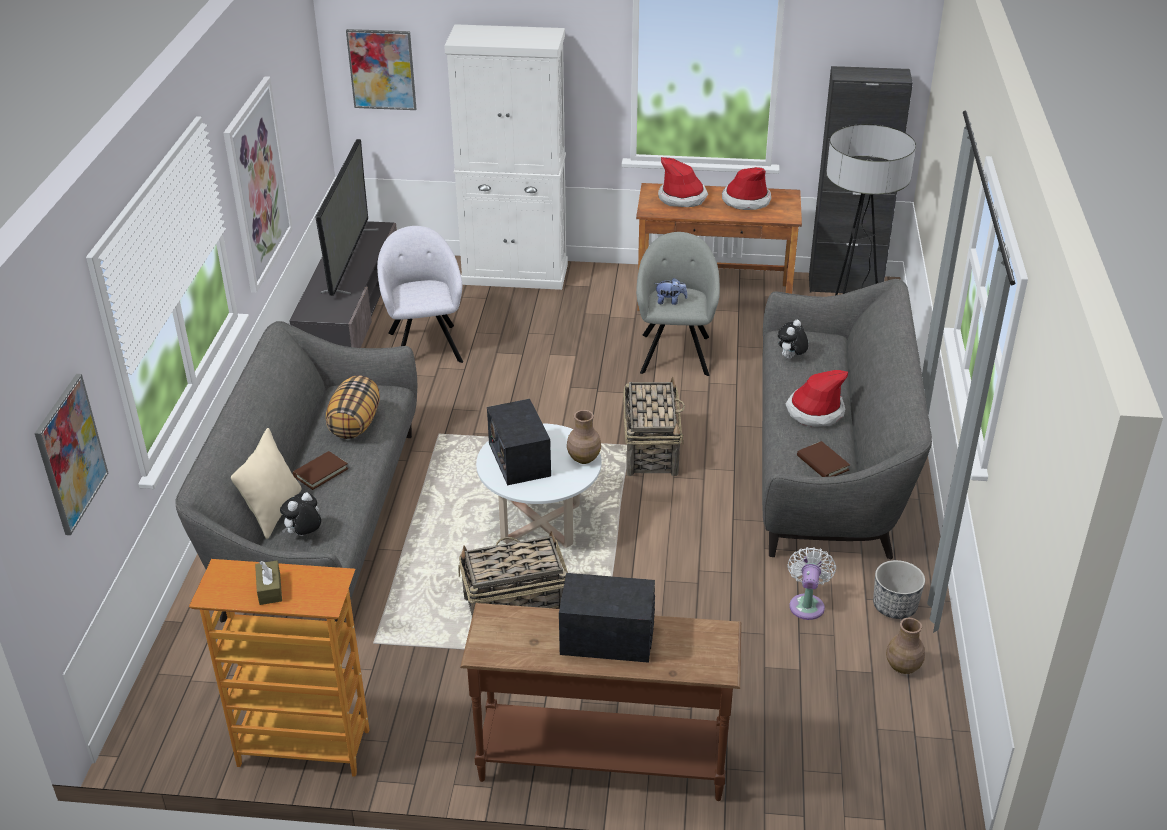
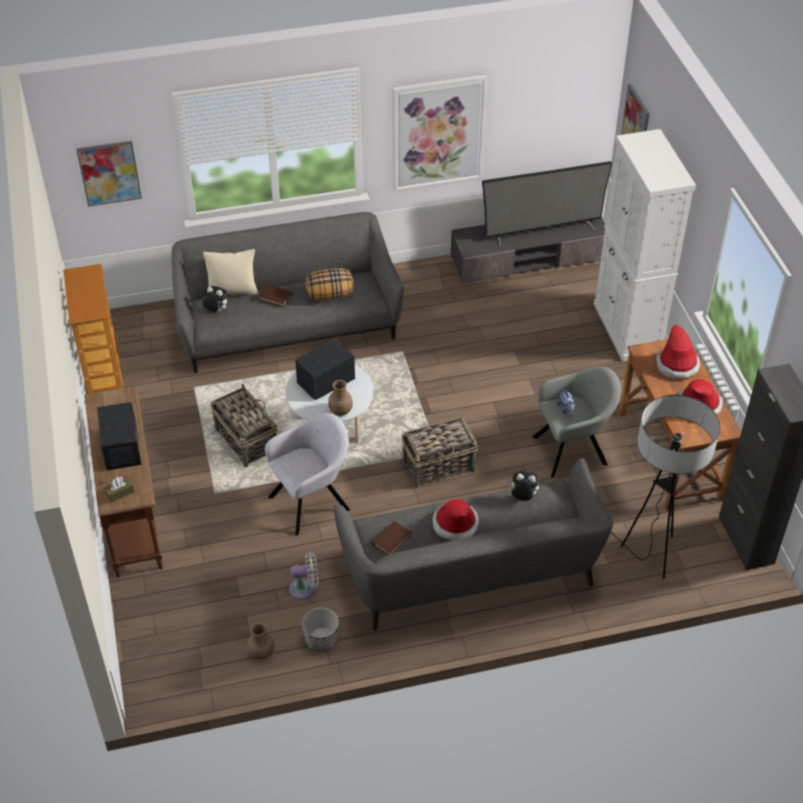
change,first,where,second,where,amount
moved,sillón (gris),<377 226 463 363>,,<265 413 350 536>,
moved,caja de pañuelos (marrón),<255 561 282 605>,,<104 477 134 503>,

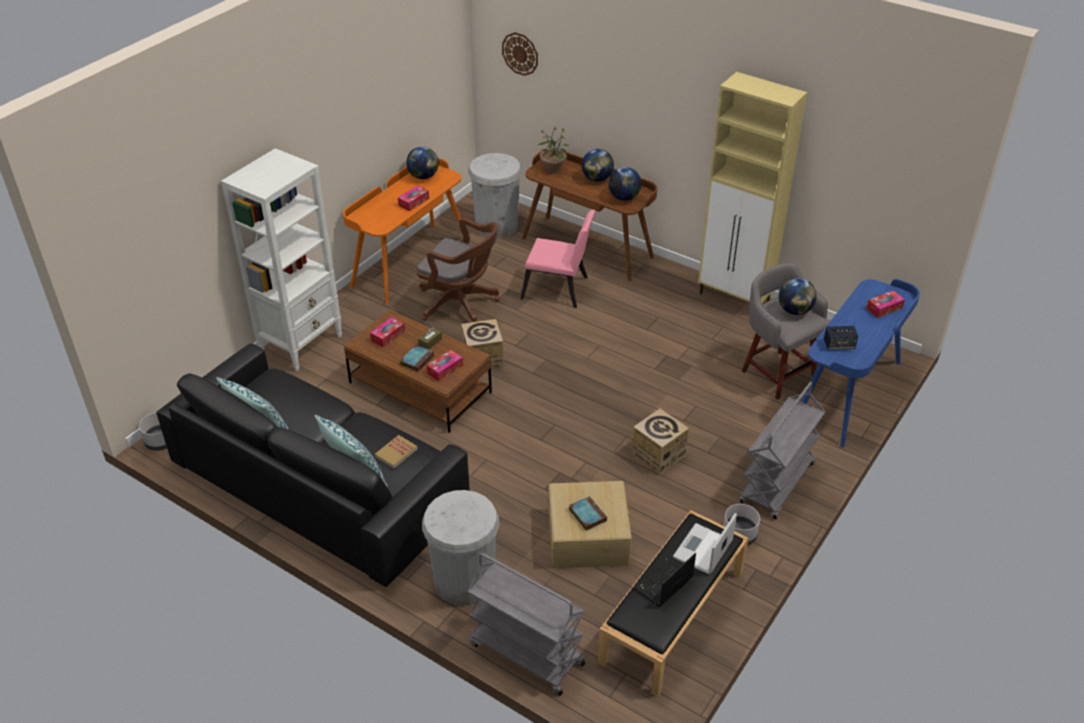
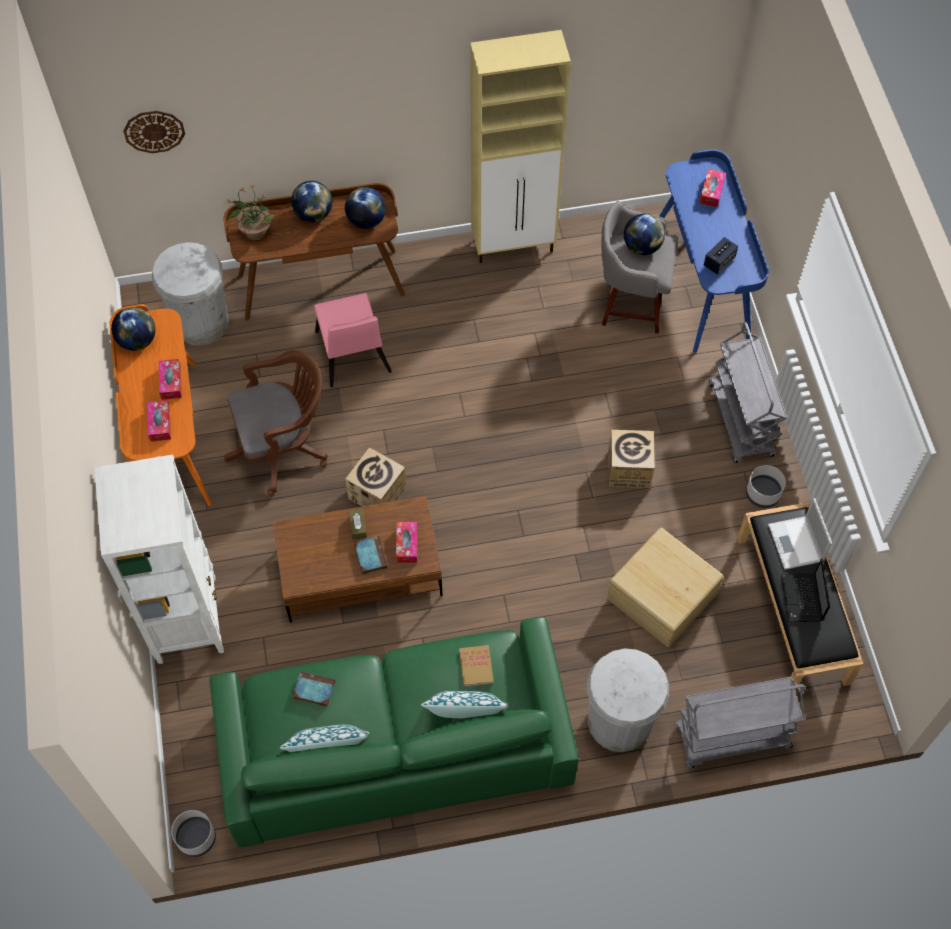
change,first,where,second,where,amount
turned,silla (rosa),<520 210 595 308>,,<314 293 392 387>,105 degrees clockwise
moved,caja de pañuelos,<370 317 405 348>,,<147 400 171 442>,
recoloured,sofá (negro),<156 343 470 587>,sofá (verde),<210 617 579 848>,
moved,libro,<569 496 607 531>,,<292 671 335 707>,

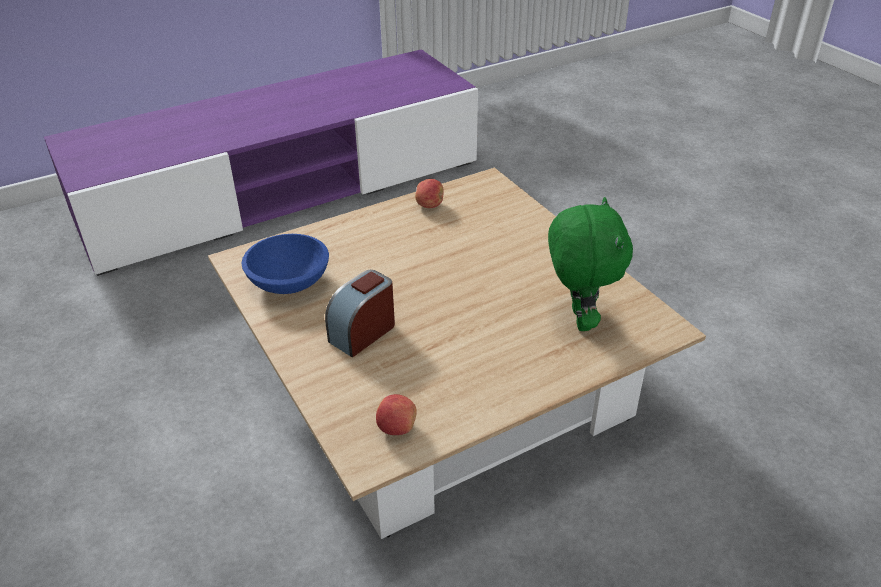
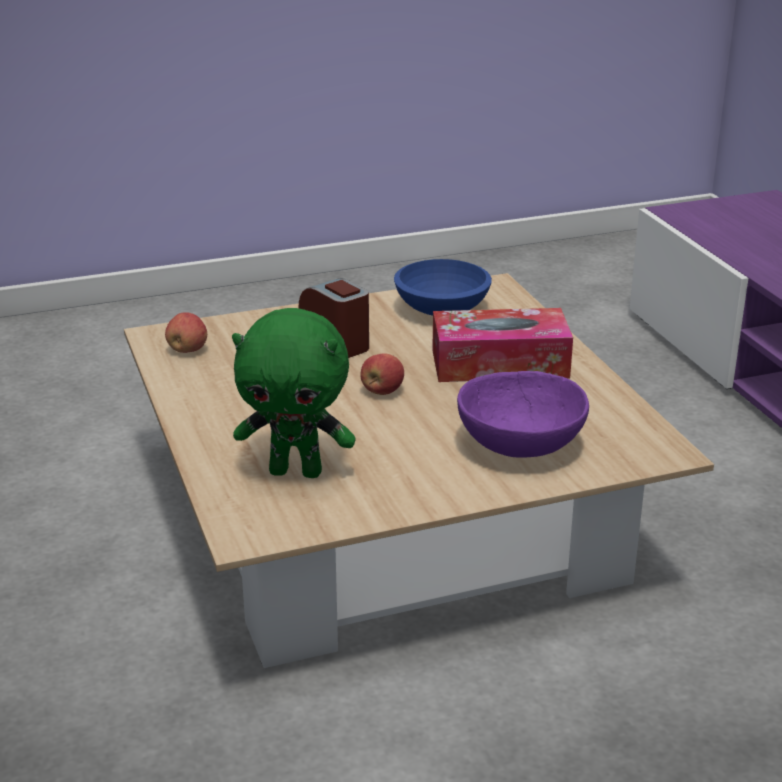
change,first,where,second,where,amount
moved,manzana,<415 179 444 208>,,<360 353 404 395>,
added,,,caja de pañuelos,<432 308 573 382>,
added,,,cuenco (morado),<457 371 589 458>,

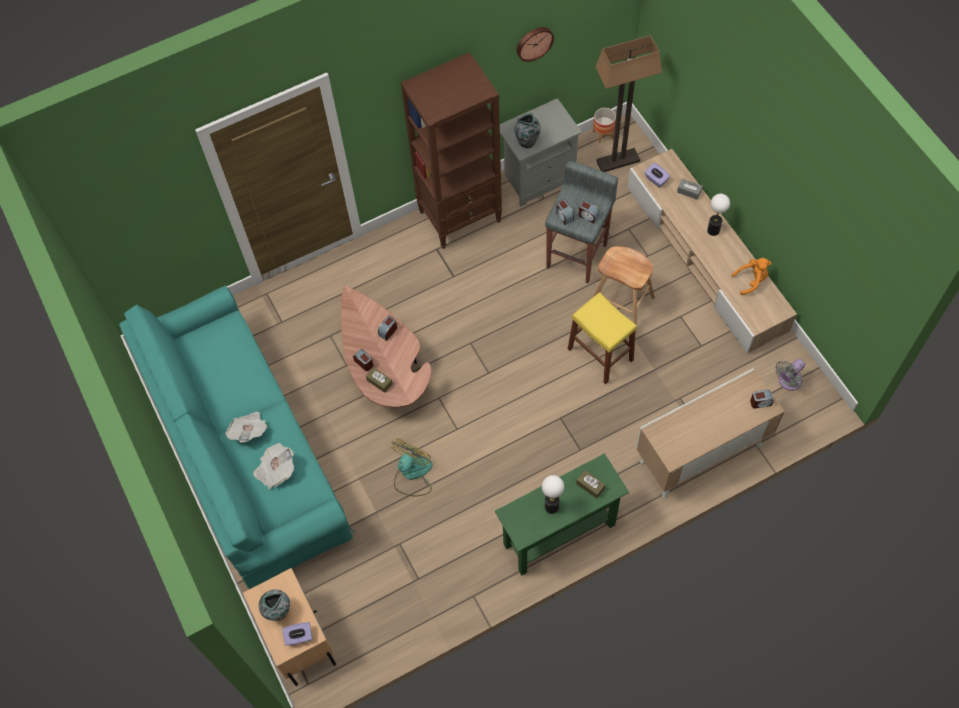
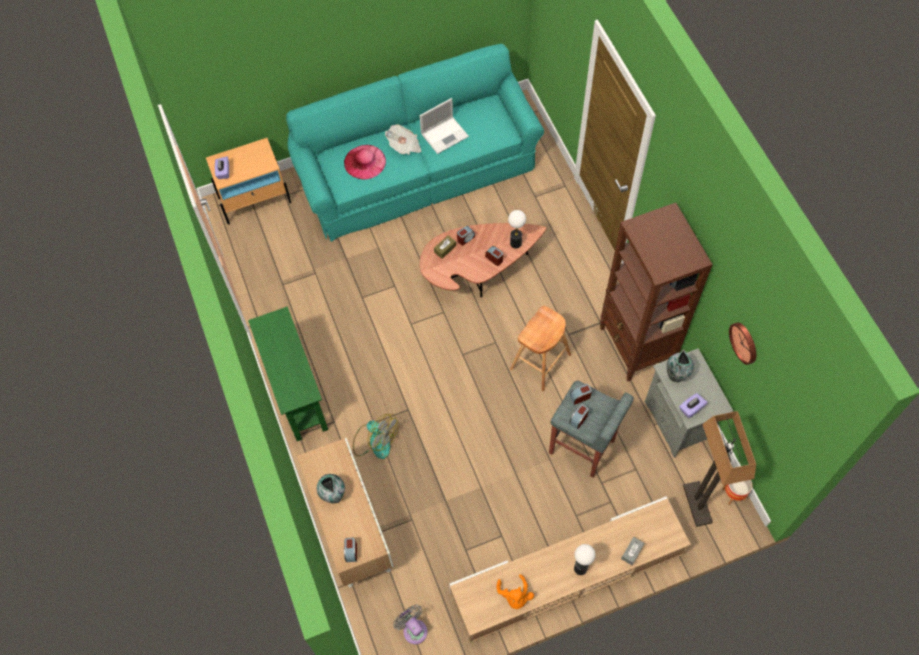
change,first,where,second,where,amount
moved,caja de pañuelos (morado),<644 163 670 188>,,<679 393 707 418>,
moved,taburete (marrón),<594 246 655 330>,,<510 306 571 391>,
removed,taburete (amarillo),<568 292 637 384>,,,
moved,ventilador,<392 438 433 497>,,<353 414 399 459>,
replaced,periódico,<253 443 294 490>,sombrero (rosa),<344 145 386 180>,
removed,caja de pañuelos (marrón),<576 470 605 499>,,,
moved,lámpara de mesa,<542 475 564 514>,,<508 210 526 249>,
moved,florero,<259 589 290 621>,,<317 474 345 504>,
added,,,portátil,<420 98 469 154>,

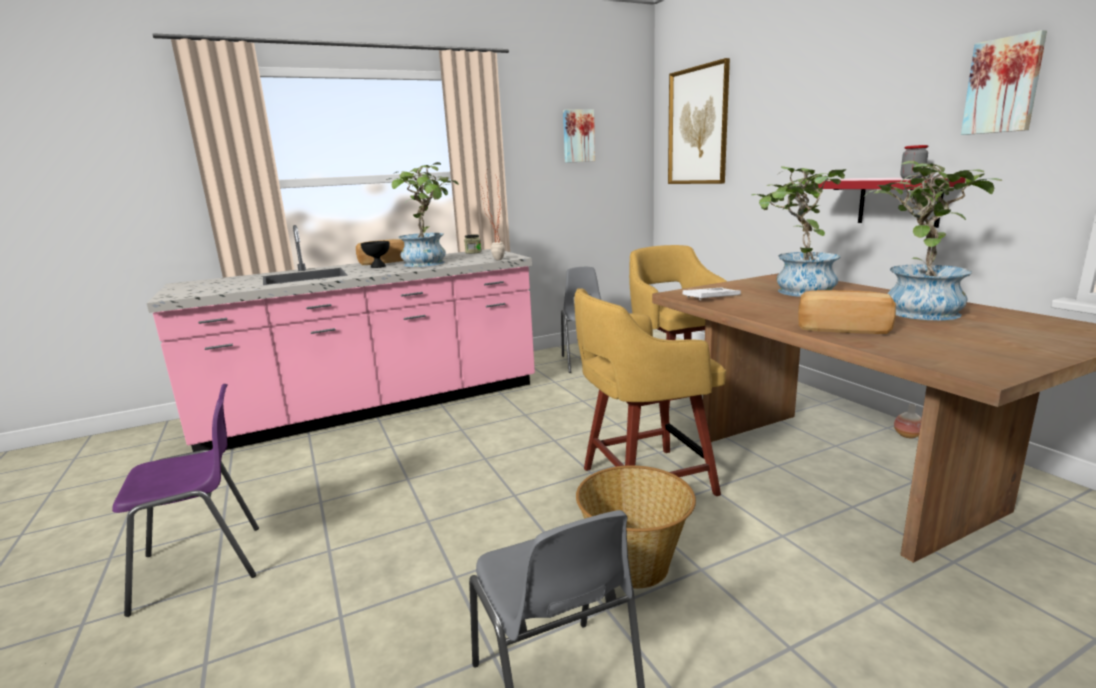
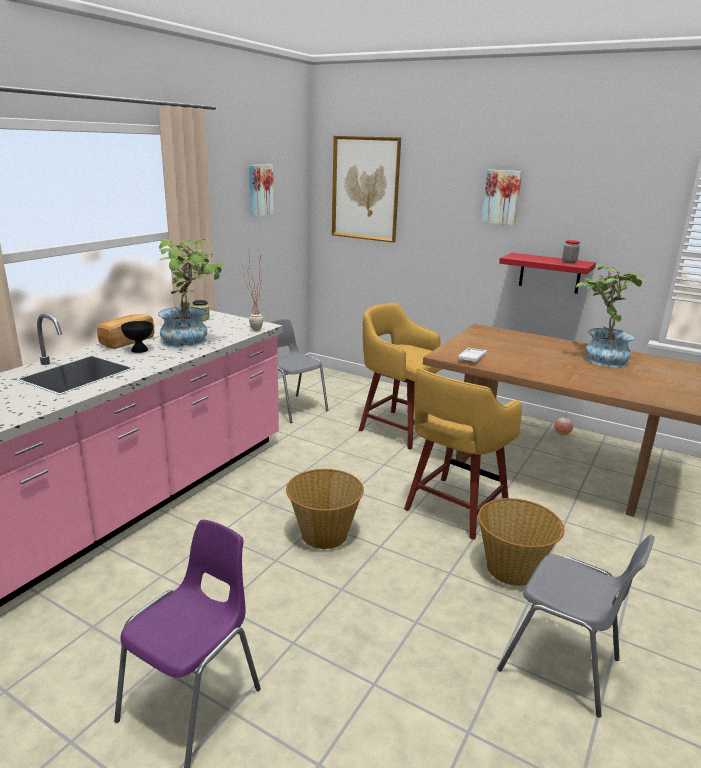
change,first,where,second,where,amount
moved,cuadro,<961 30 1047 135>,,<482 170 522 225>,
removed,planta en maceta,<751 166 846 297>,,,
removed,pan,<798 290 896 334>,,,
added,,,cesta,<286 469 364 549>,

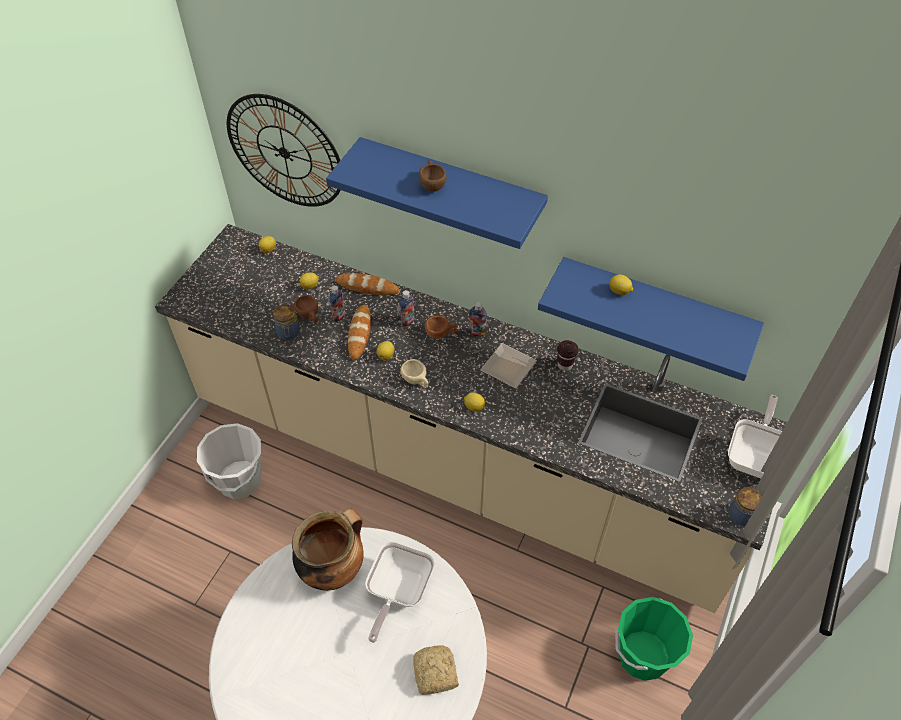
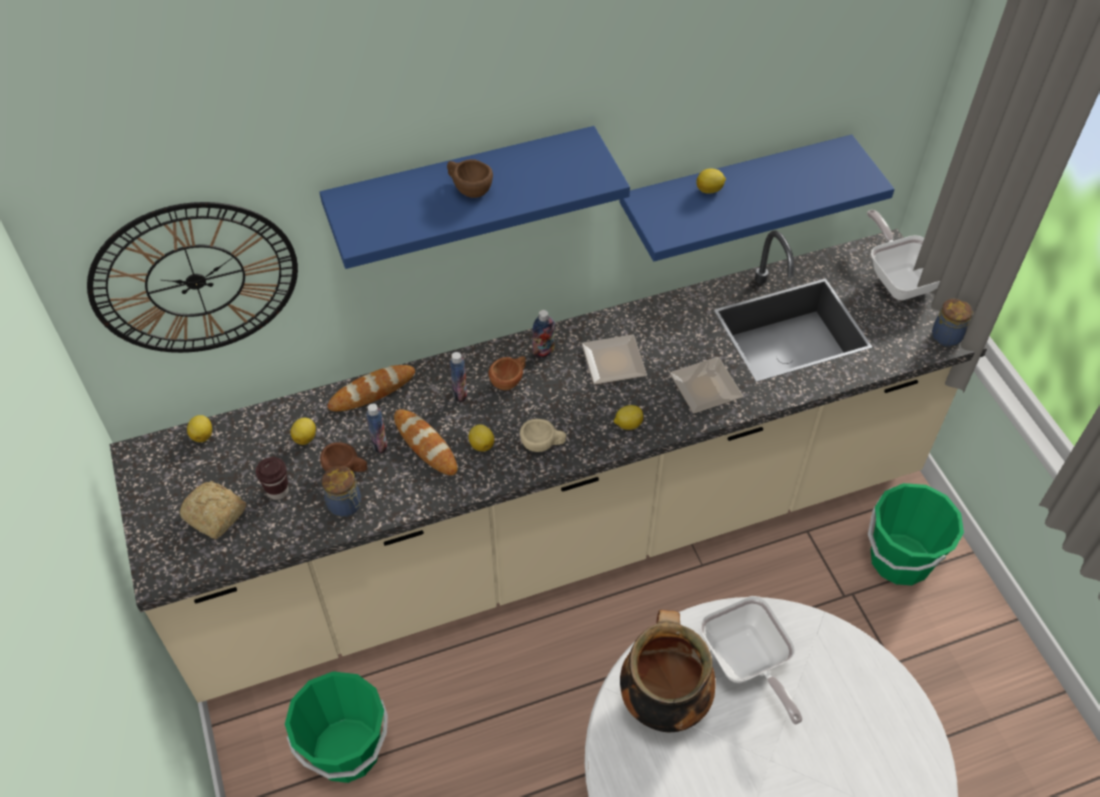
change,first,where,second,where,amount
moved,taza (marrón),<557 340 579 371>,,<256 457 289 500>,
recoloured,cubo (blanco),<197 423 262 499>,cubo (verde),<285 671 388 783>,
moved,pan,<413 645 459 695>,,<180 481 246 539>,
added,,,plato,<670 357 744 413>,

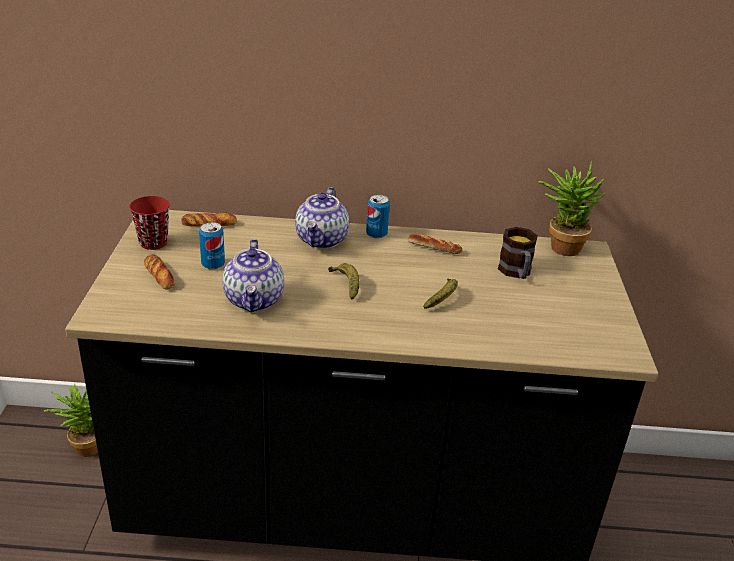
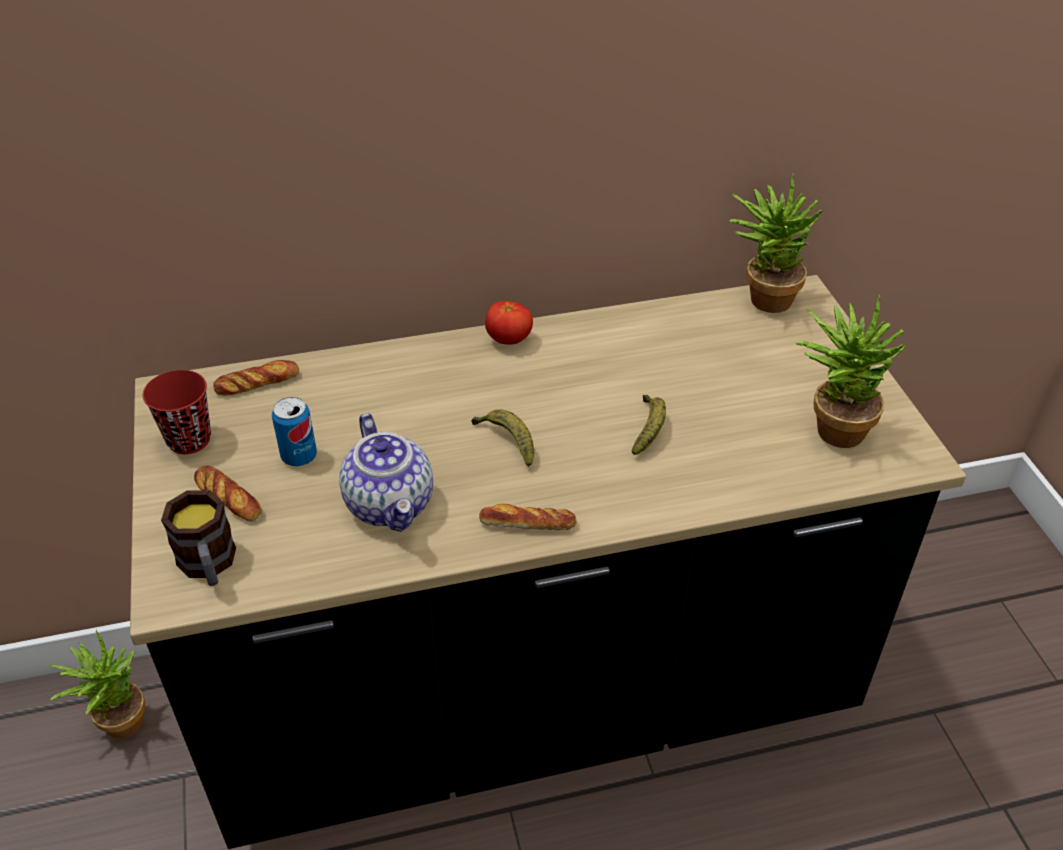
change,first,where,second,where,amount
removed,tetera,<295 187 349 249>,,,
replaced,lata,<366 195 390 239>,tomate,<485 301 533 345>,
moved,taza grande,<498 227 538 279>,,<161 490 236 586>,
moved,pan,<408 234 462 254>,,<479 504 577 530>,
added,,,planta en maceta,<795 295 905 448>,

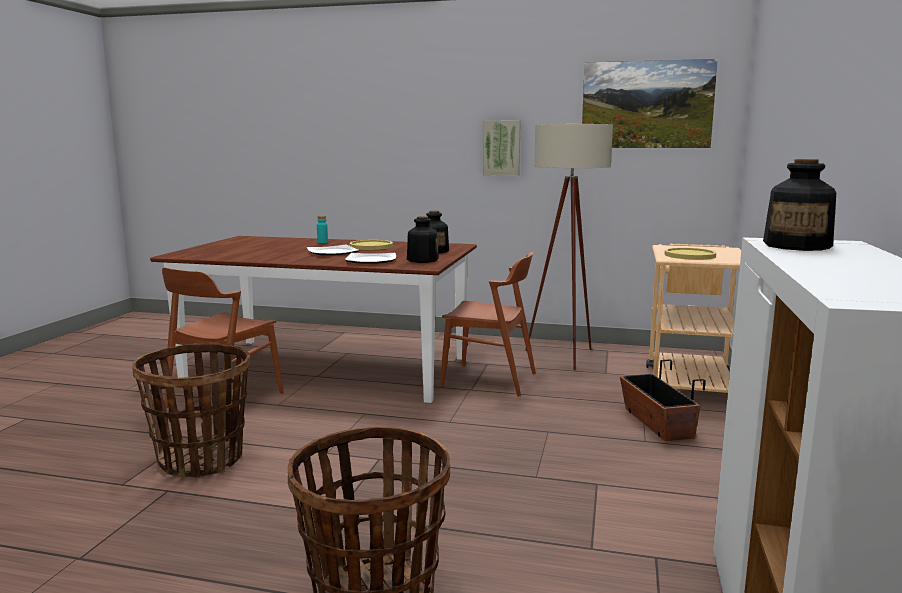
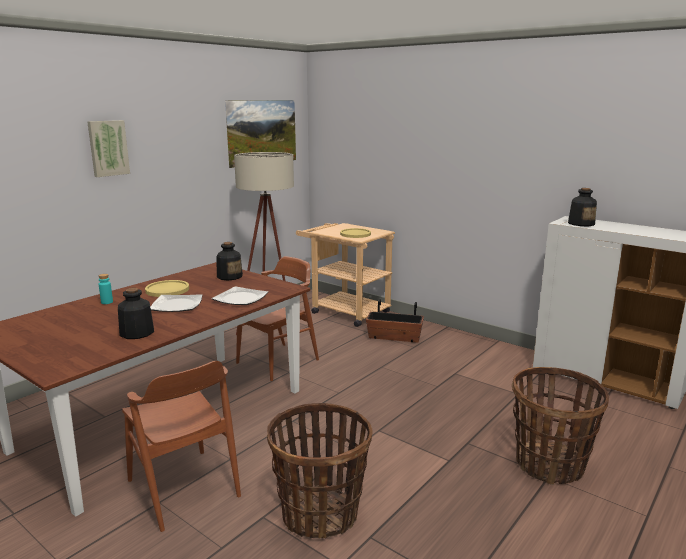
change,first,where,second,where,amount
moved,cuadro,<483 120 521 176>,,<87 120 130 177>,
moved,botella,<407 216 439 263>,,<118 288 154 339>,

